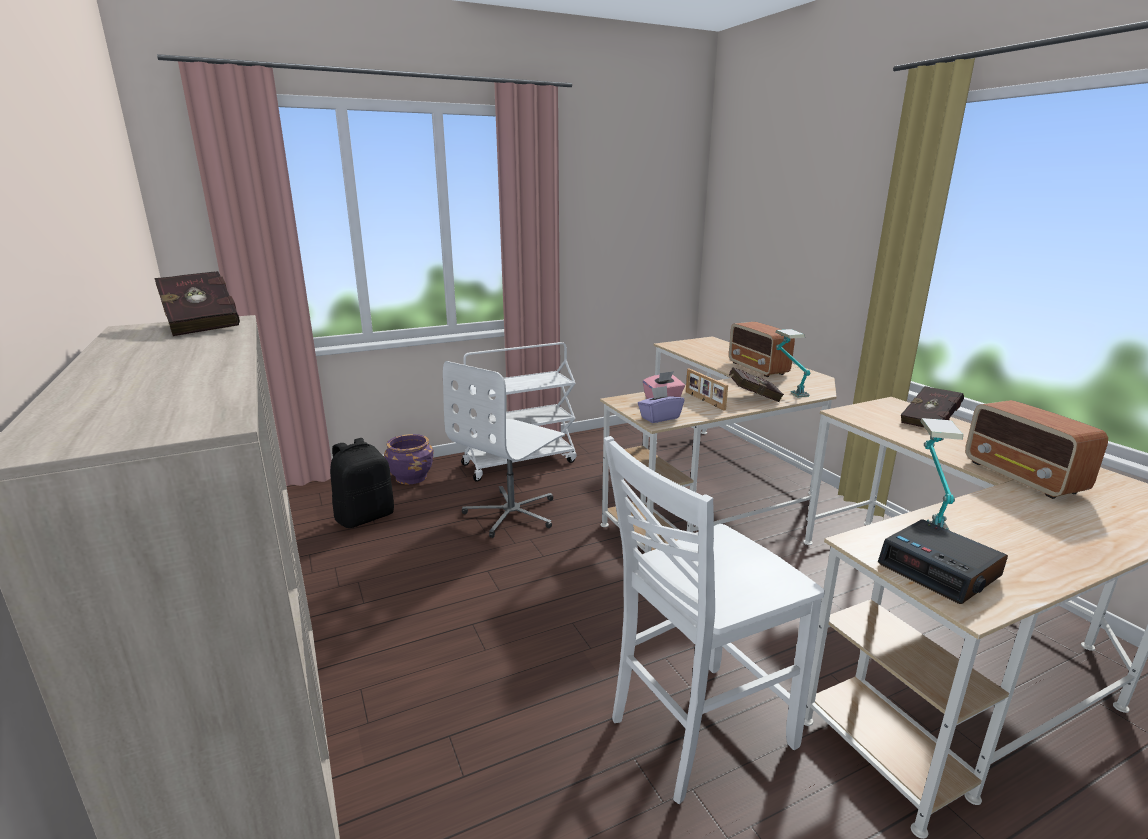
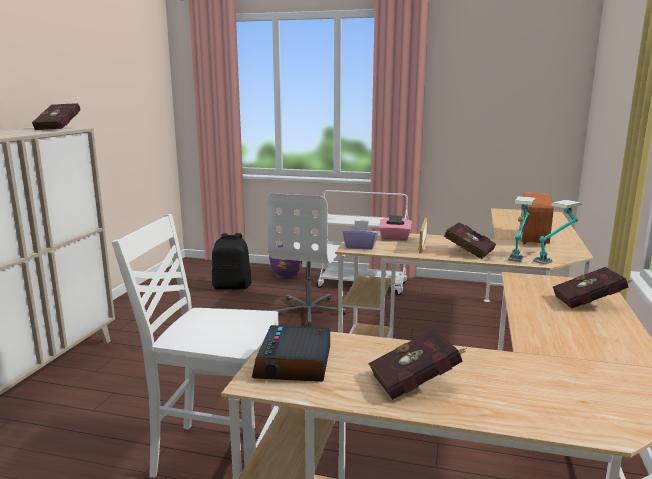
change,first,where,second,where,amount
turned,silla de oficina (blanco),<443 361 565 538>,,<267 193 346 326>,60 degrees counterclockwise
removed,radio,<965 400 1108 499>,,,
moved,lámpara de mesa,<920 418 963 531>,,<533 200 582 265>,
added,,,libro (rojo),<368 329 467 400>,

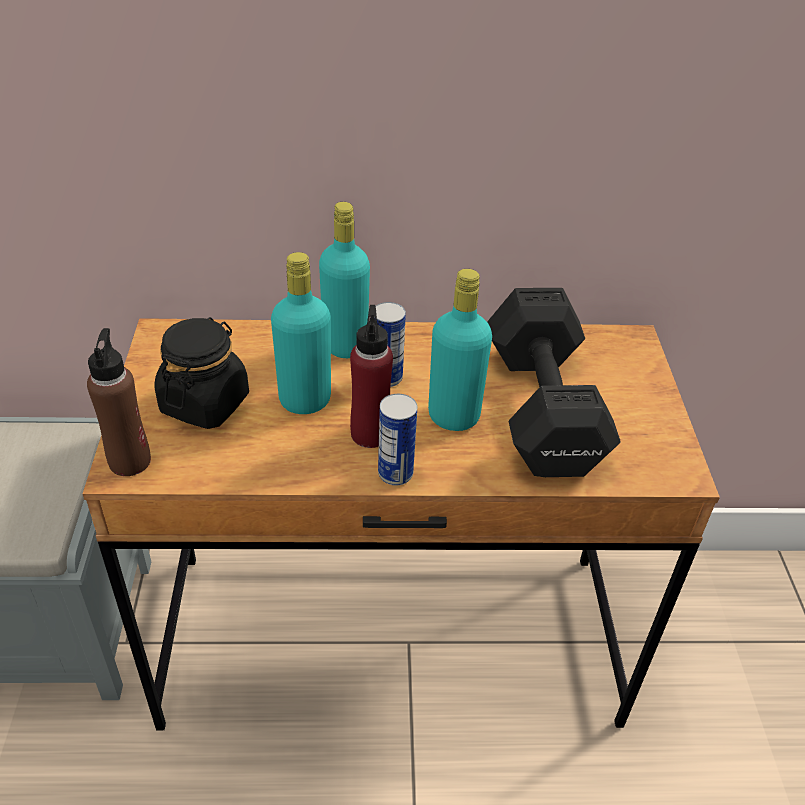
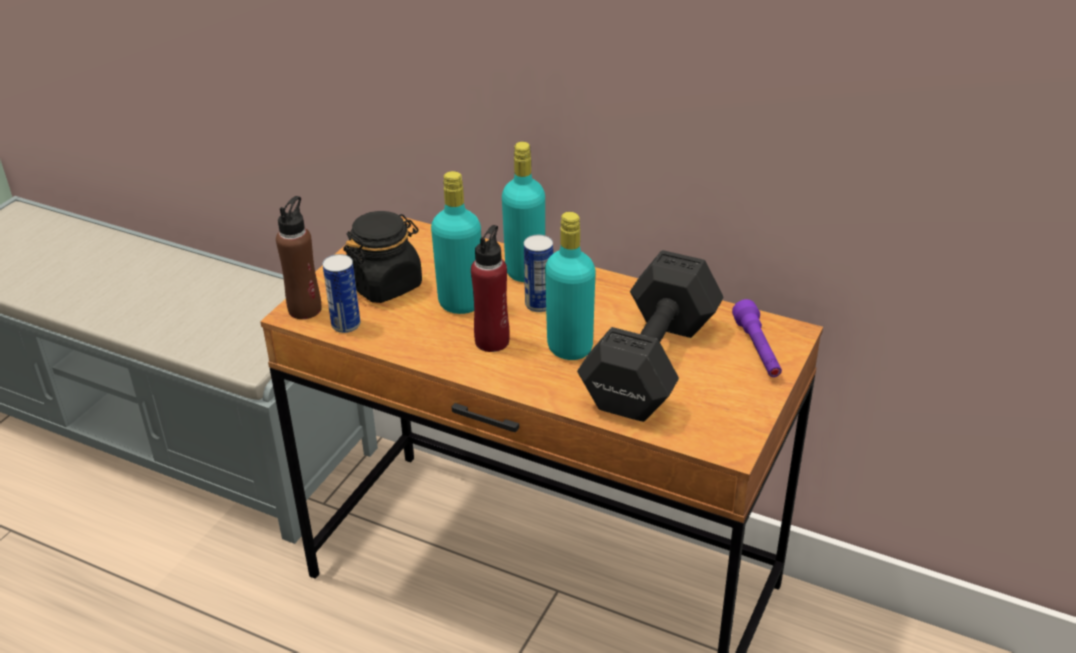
change,first,where,second,where,amount
moved,lata,<378 394 418 486>,,<322 254 360 333>,
added,,,linterna (morado),<732 299 782 377>,

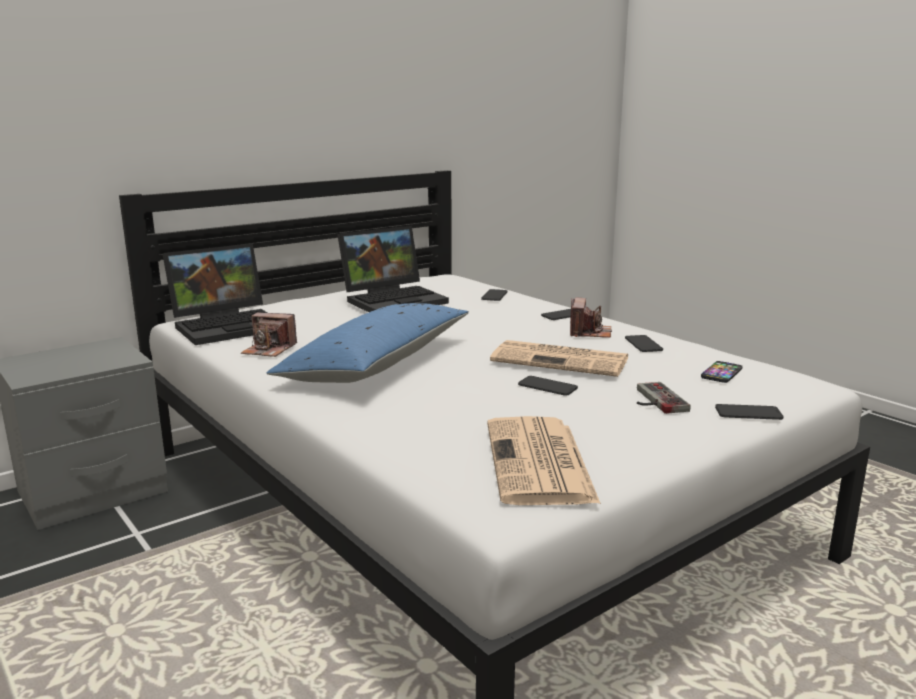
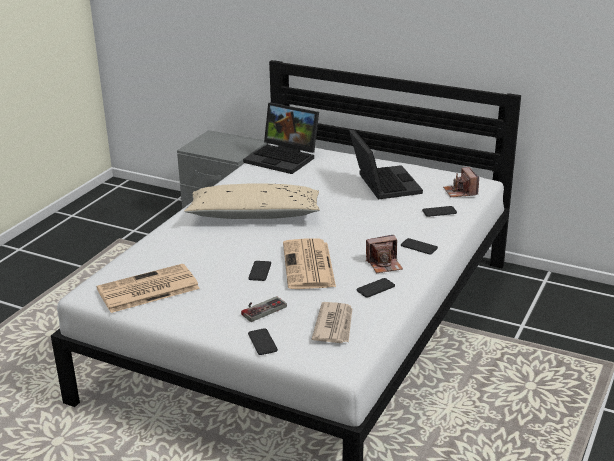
change,first,where,second,where,amount
turned,portátil,<337 226 449 312>,,<349 129 423 200>,135 degrees counterclockwise
recoloured,cojín (azul),<266 303 469 383>,cojín (beis),<184 183 320 219>,
moved,cámara,<241 312 297 357>,,<443 167 479 197>,
replaced,móvil,<701 361 743 383>,periódico,<312 302 353 343>,

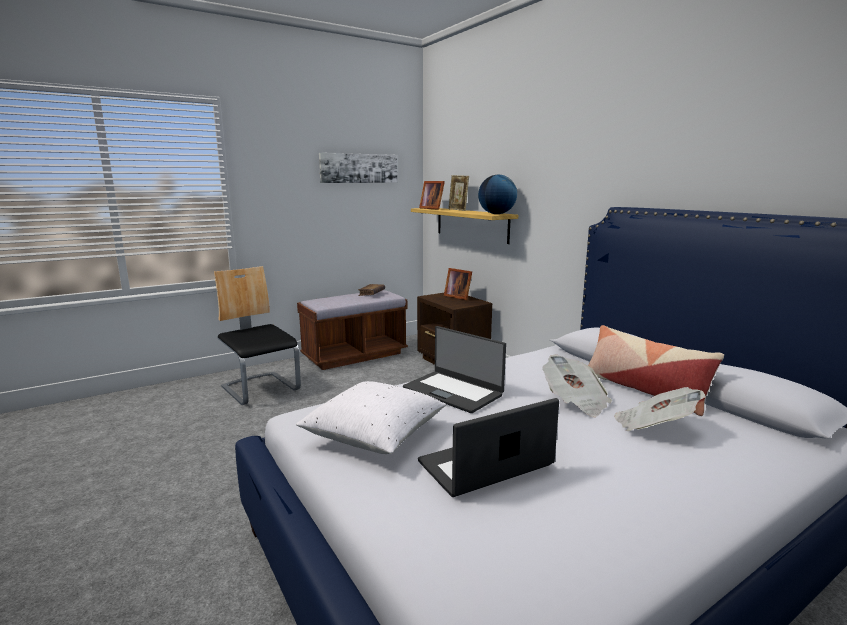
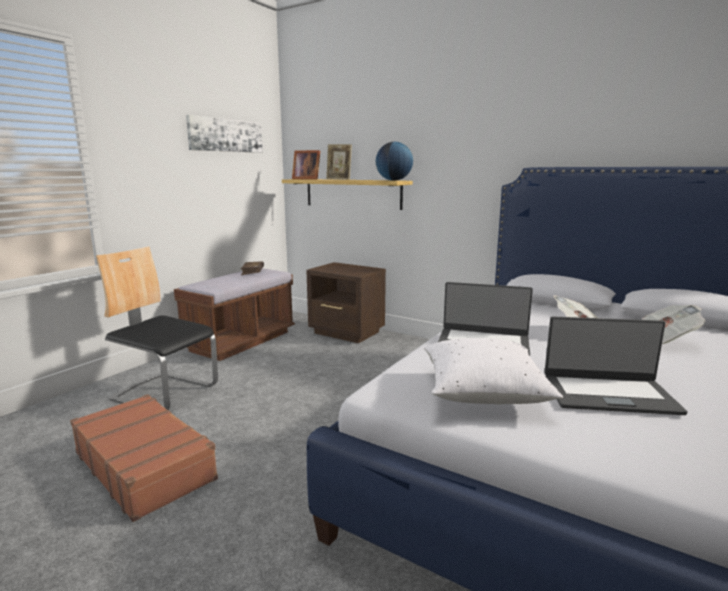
change,first,where,second,where,amount
removed,portarretratos,<444 268 472 300>,,,
removed,cojín,<588 325 724 416>,,,
turned,portátil,<418 398 559 497>,,<544 317 687 415>,120 degrees counterclockwise
added,,,maleta (marrón),<70 394 218 522>,

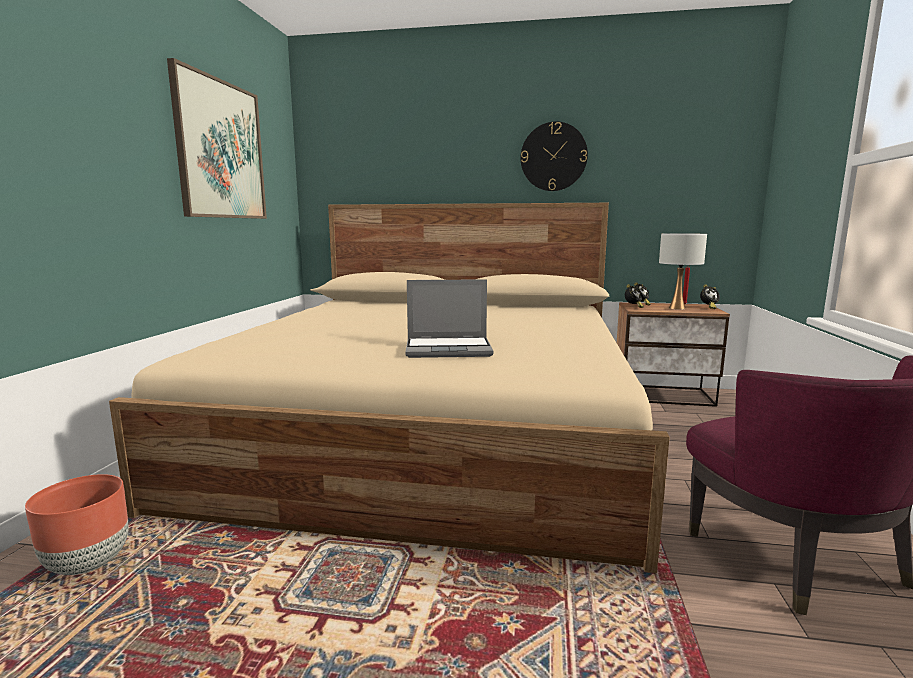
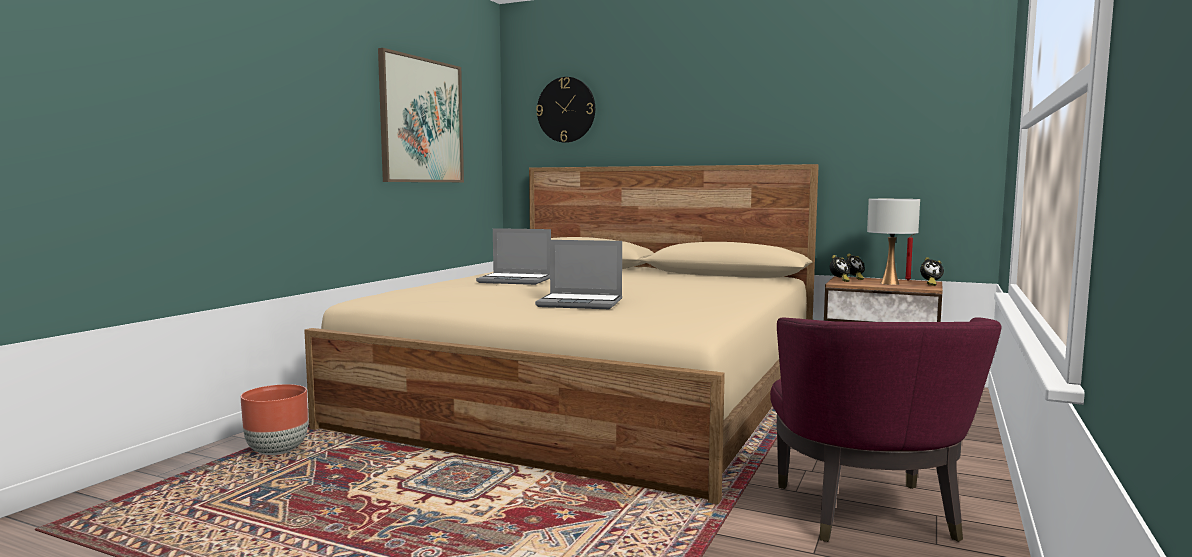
change,first,where,second,where,amount
moved,reloj de pared,<521 121 588 191>,,<536 77 595 143>,
added,,,portátil,<476 228 551 285>,

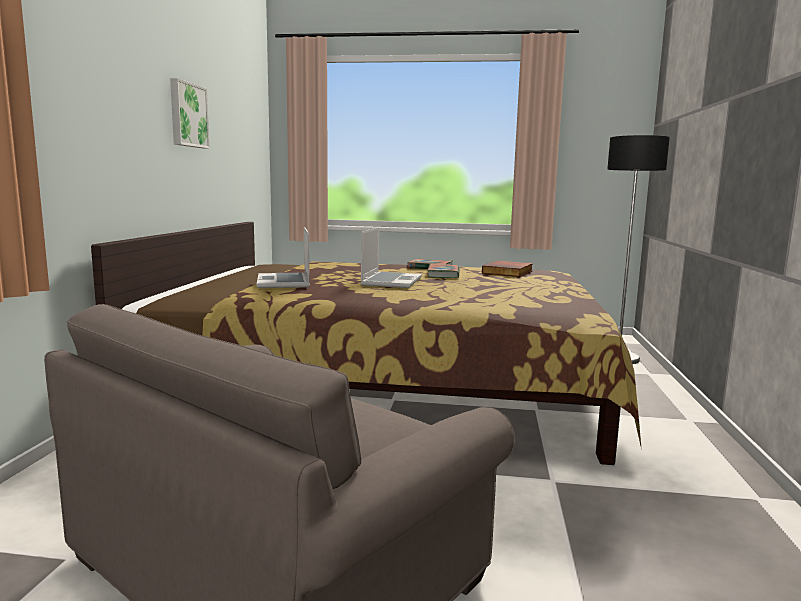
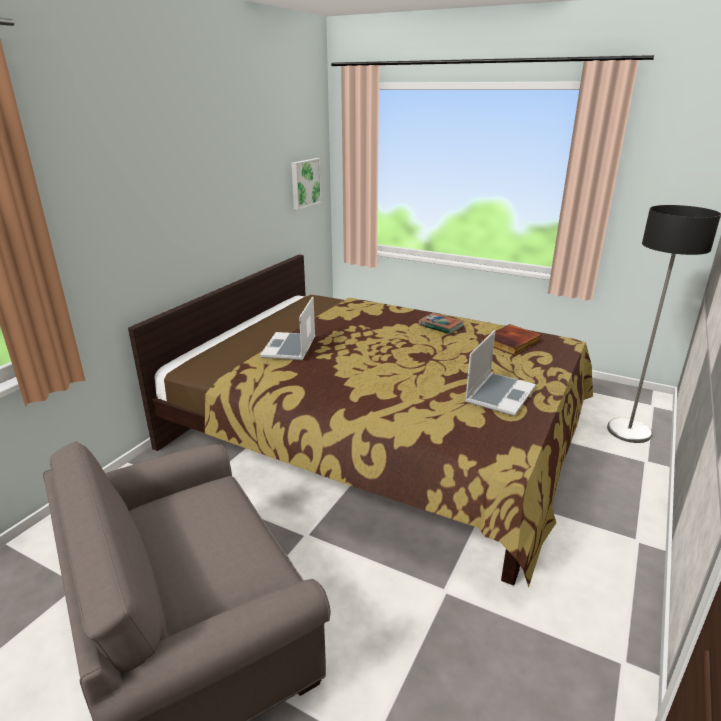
change,first,where,second,where,amount
moved,cuadro,<170 78 210 149>,,<291 158 322 210>,
moved,portátil,<360 227 422 288>,,<465 330 536 416>,
removed,libro,<427 264 460 278>,,,

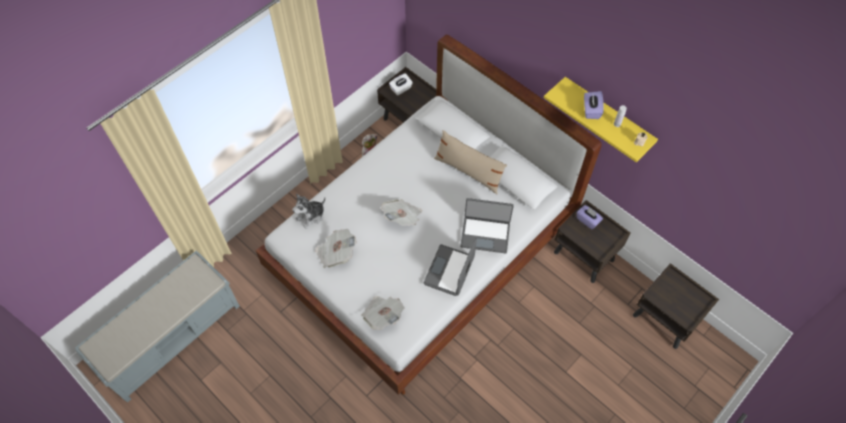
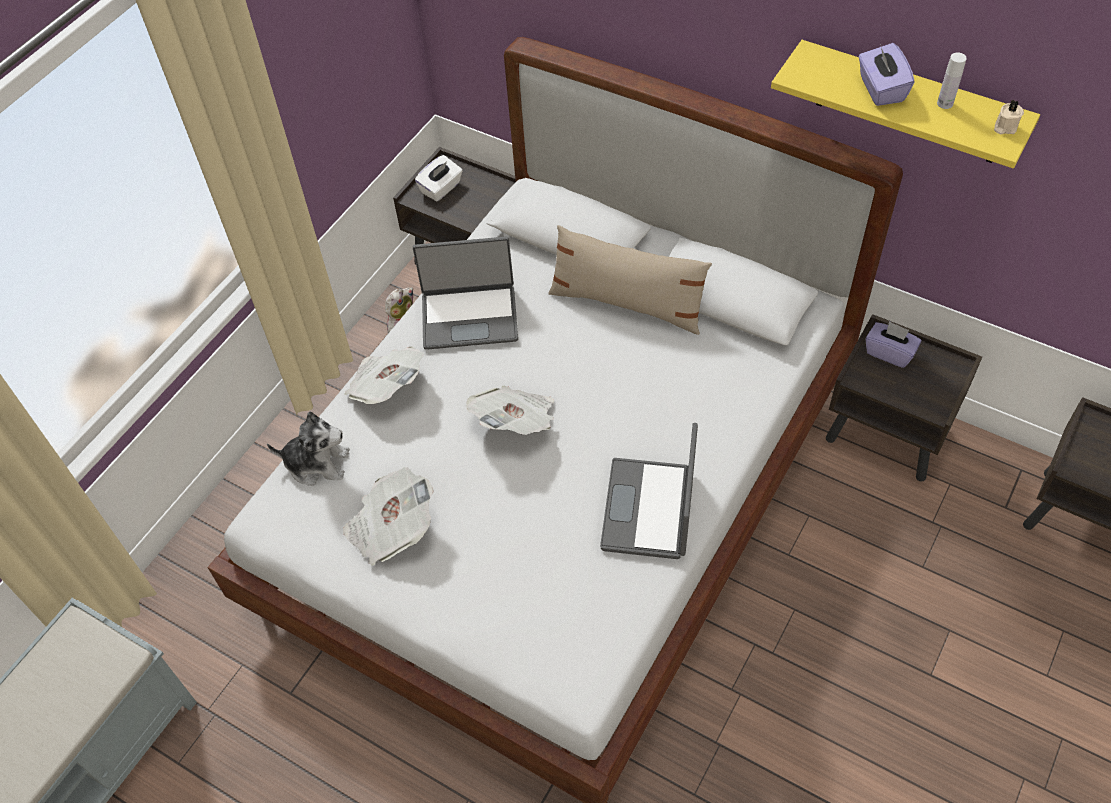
change,first,where,second,where,amount
turned,peluche,<292 194 325 229>,,<267 412 350 486>,120 degrees counterclockwise
moved,portátil,<460 198 514 254>,,<413 237 518 350>,
moved,periódico,<361 296 405 330>,,<344 347 424 404>,

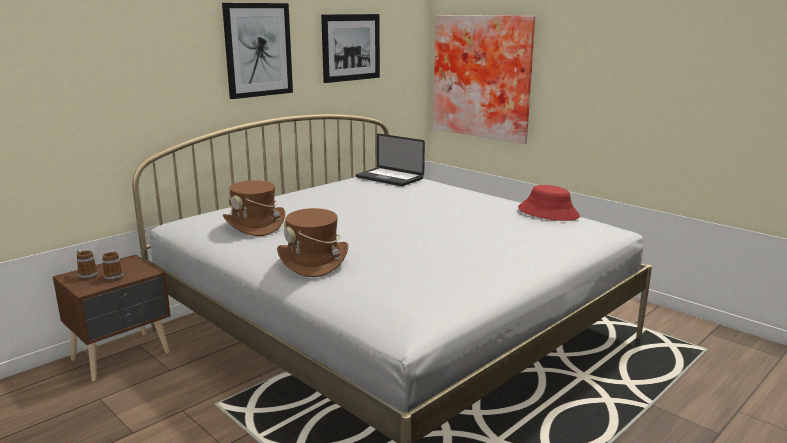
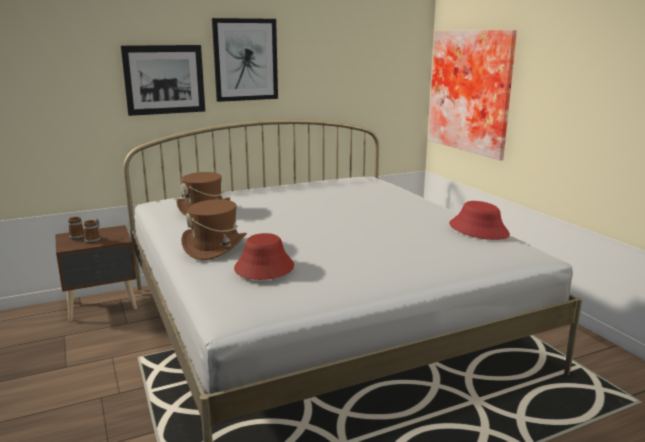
change,first,where,second,where,amount
moved,cuadro,<321 14 380 83>,,<121 45 205 116>,
removed,portátil,<356 134 425 186>,,,
added,,,sombrero (rojo),<234 233 294 280>,

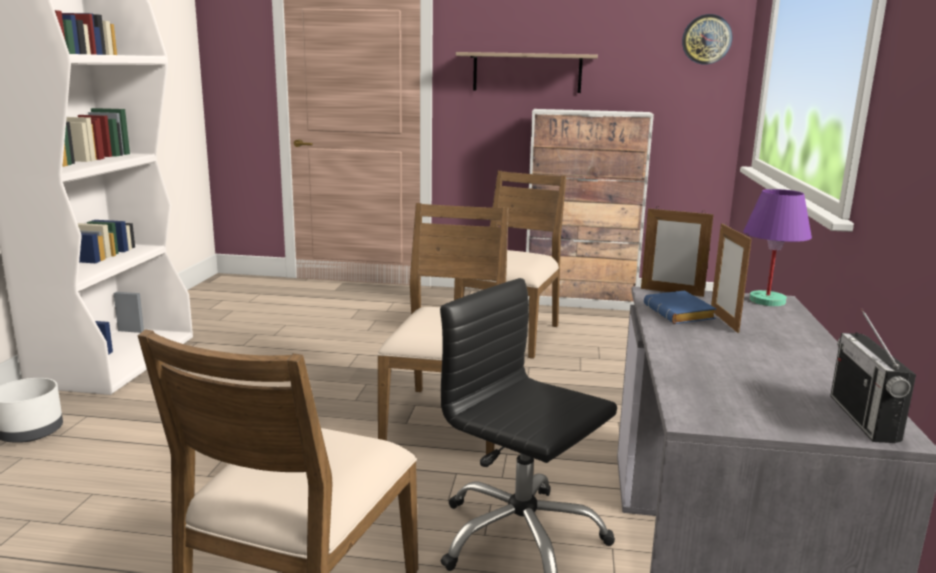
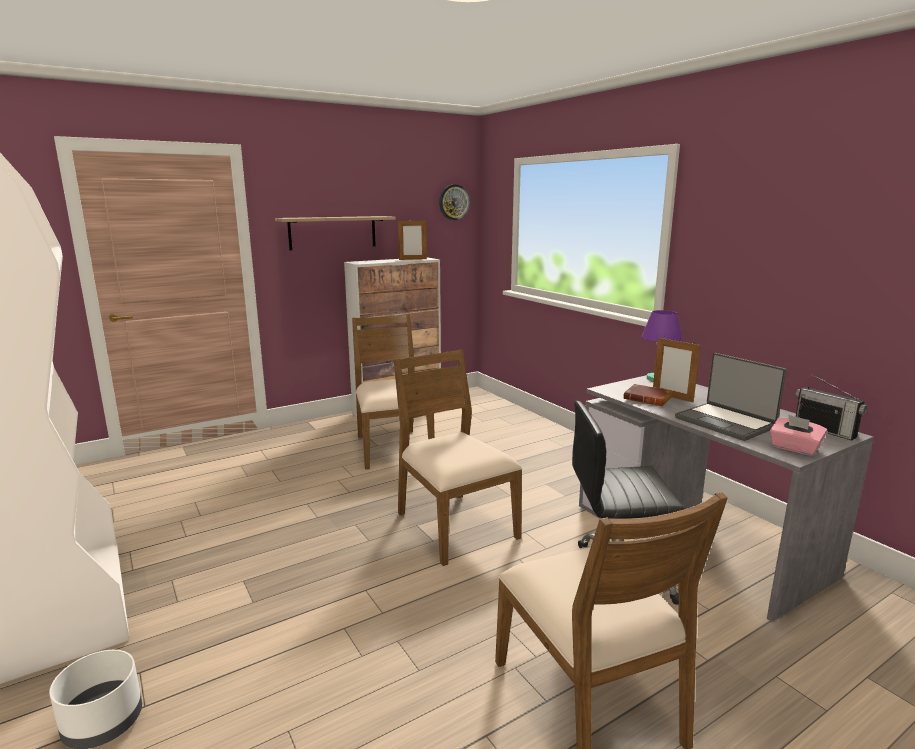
change,first,where,second,where,amount
moved,portarretratos,<641 206 714 297>,,<398 219 427 260>,
recoloured,libro (azul),<644 290 716 324>,libro (marrón),<623 384 672 406>,
added,,,portátil,<675 353 786 441>,
added,,,caja de pañuelos (rosa),<770 415 827 456>,

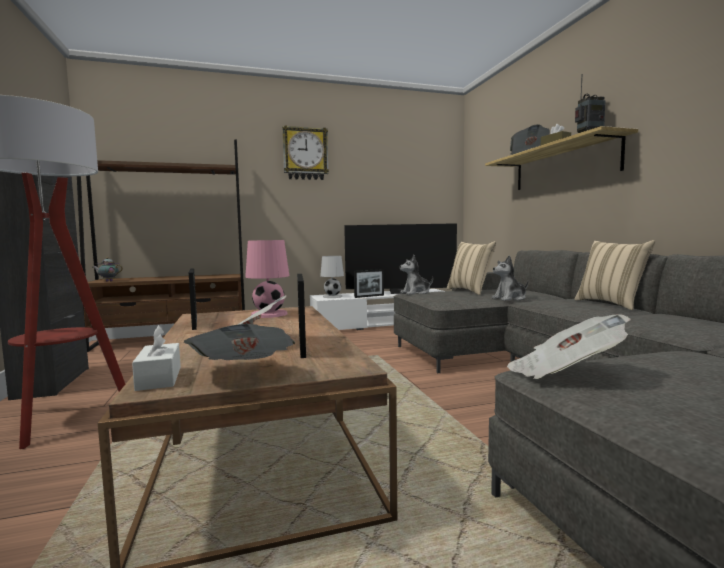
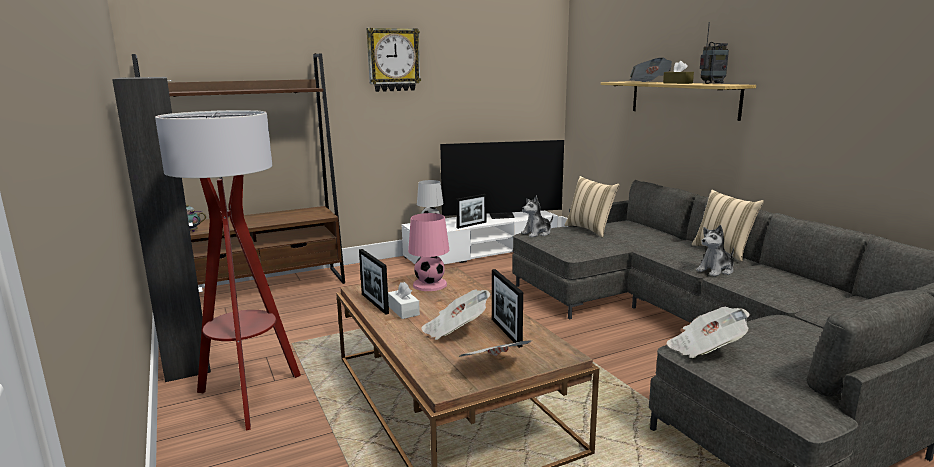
change,first,where,second,where,amount
moved,peluche,<492 255 528 301>,,<696 225 734 276>,
moved,caja de pañuelos (blanco),<132 325 181 391>,,<388 282 420 319>,

